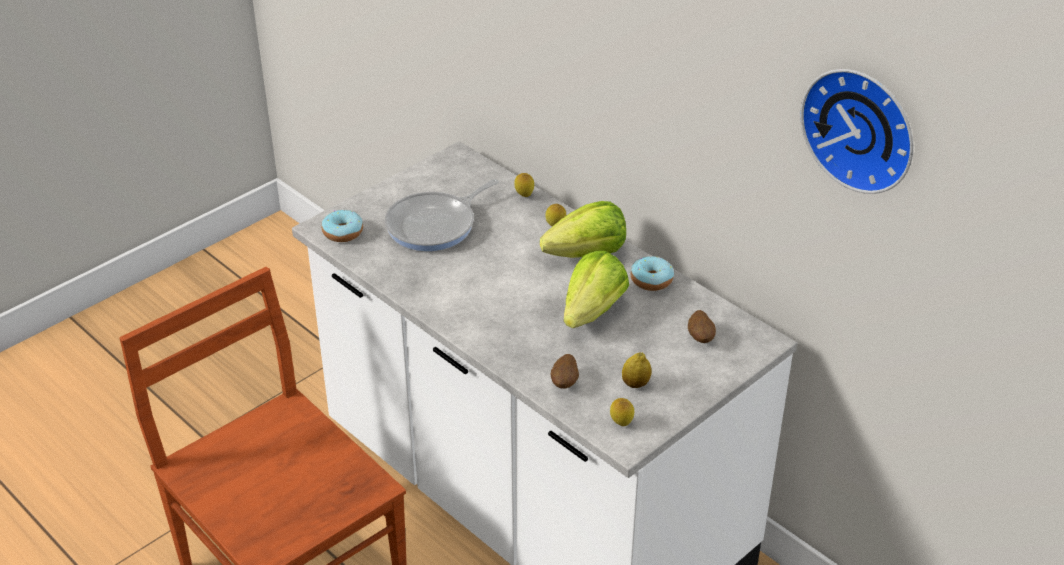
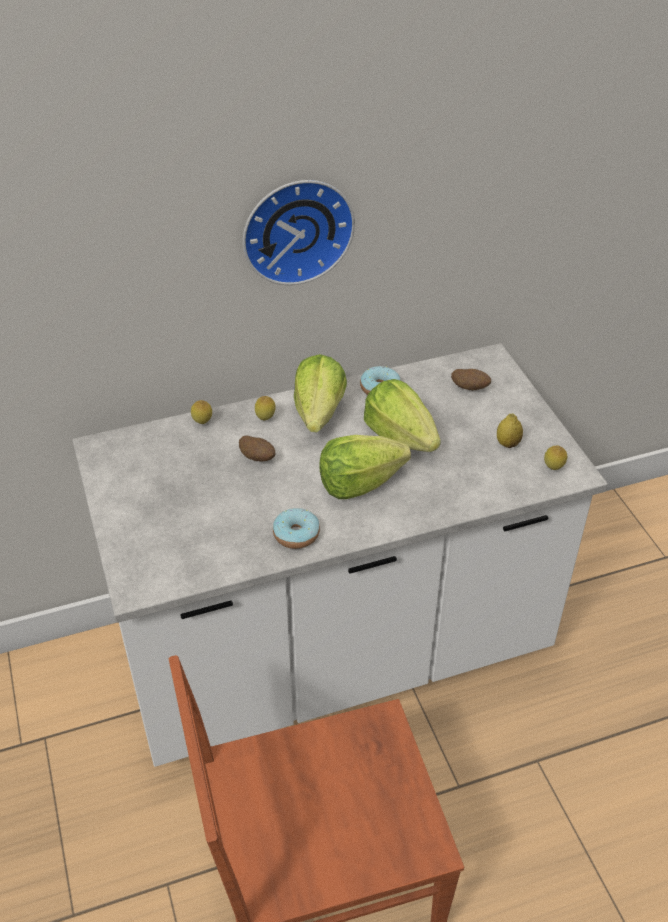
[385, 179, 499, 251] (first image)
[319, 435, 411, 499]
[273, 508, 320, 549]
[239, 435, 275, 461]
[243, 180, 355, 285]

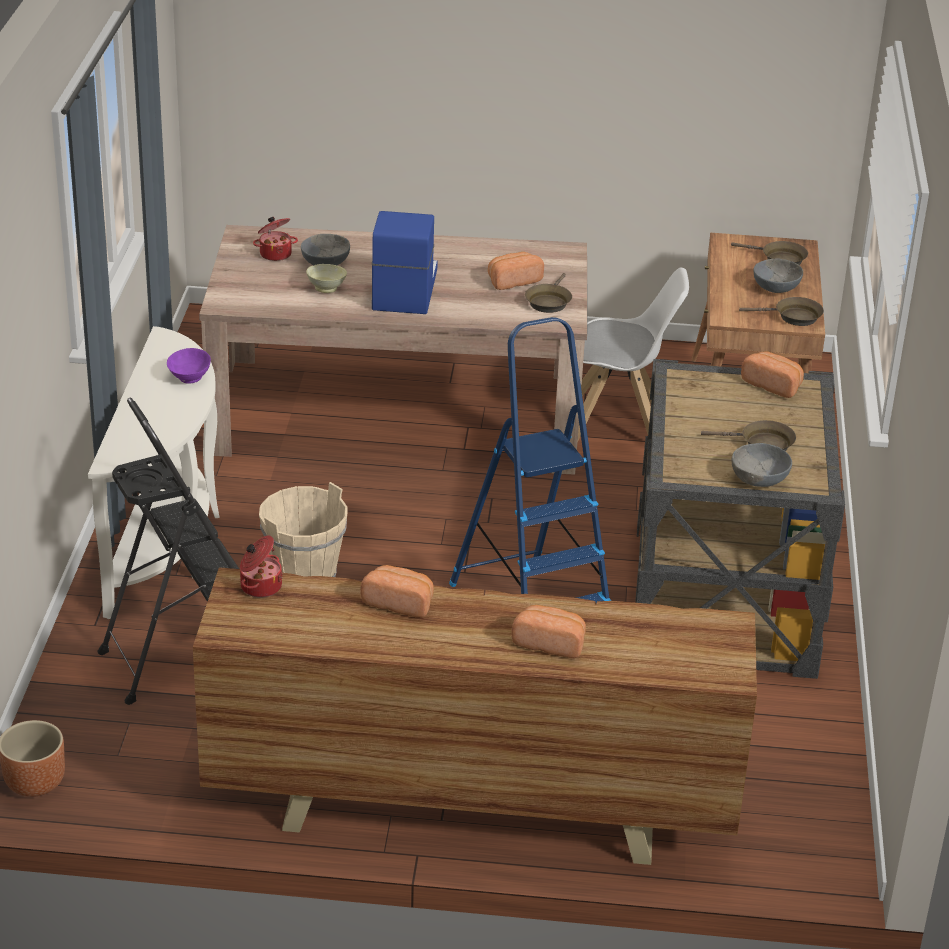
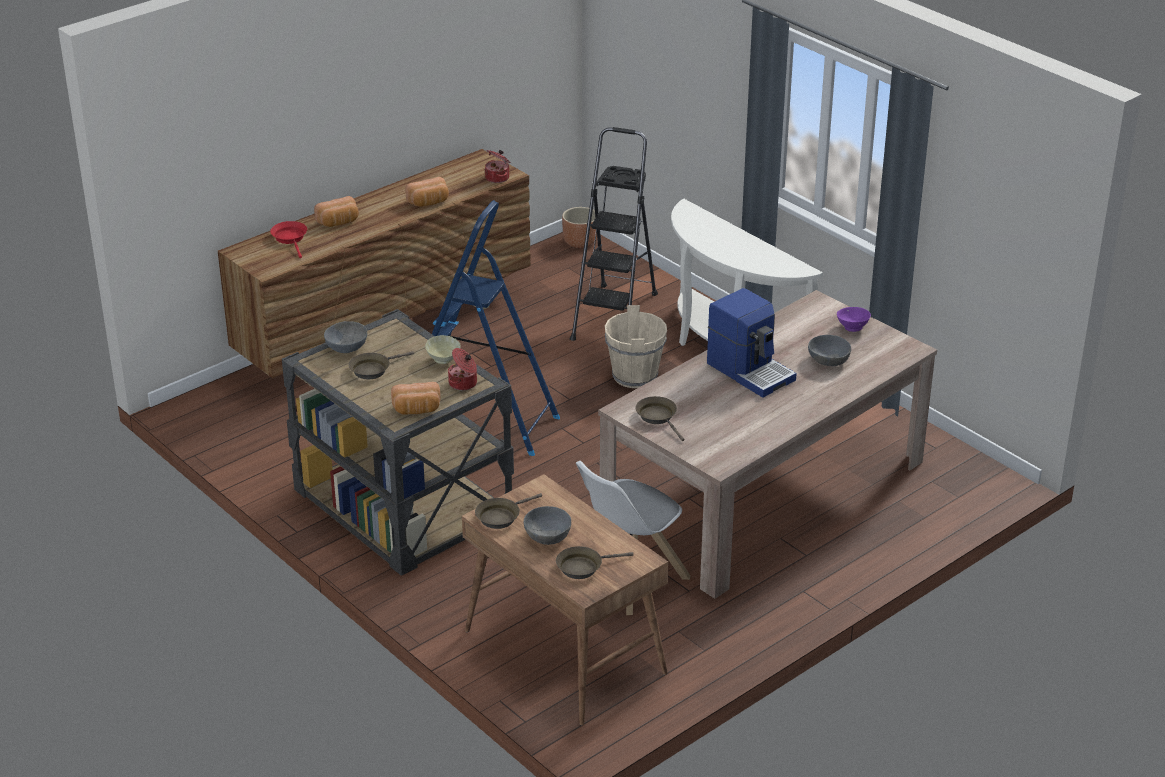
[488, 252, 544, 290] (first image)
[270, 221, 307, 258]
[837, 307, 871, 332]
[448, 348, 477, 390]
[425, 335, 461, 364]

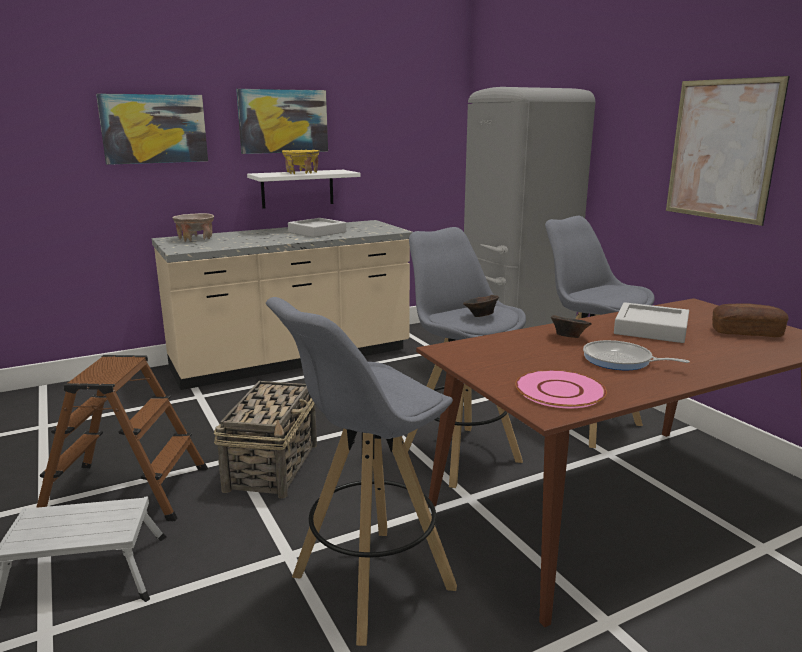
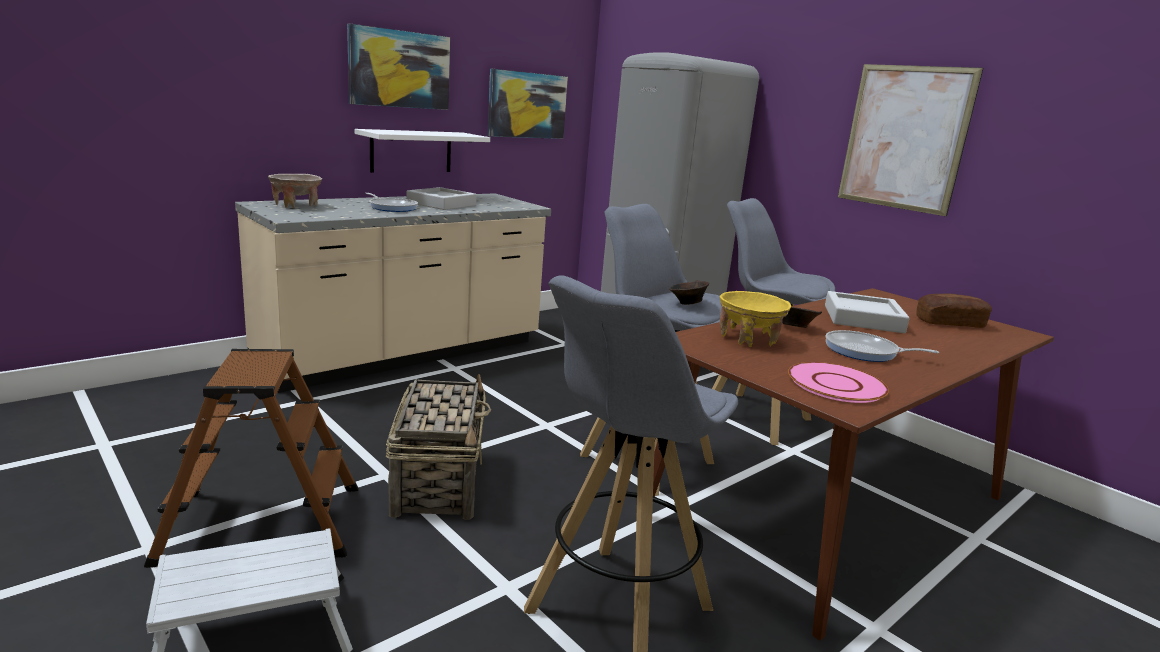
[365, 193, 418, 212]
[487, 69, 568, 139]
[720, 291, 792, 347]

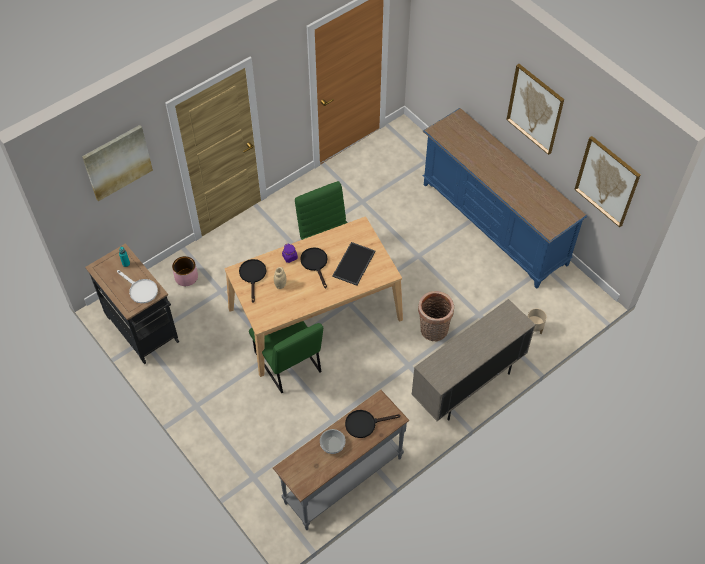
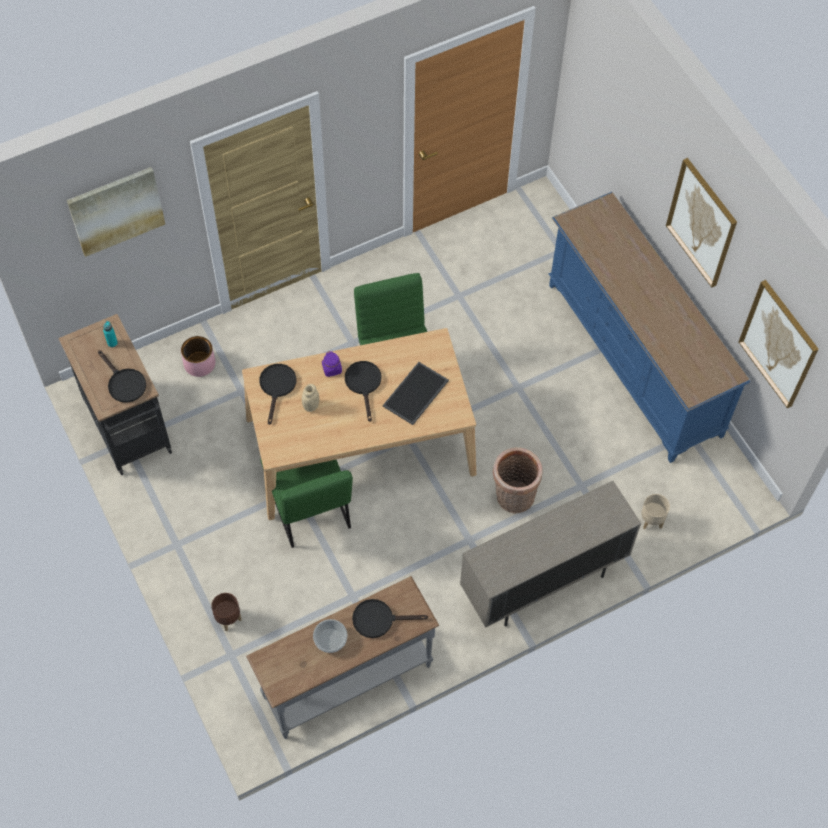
[211, 593, 242, 631]
[98, 350, 146, 403]

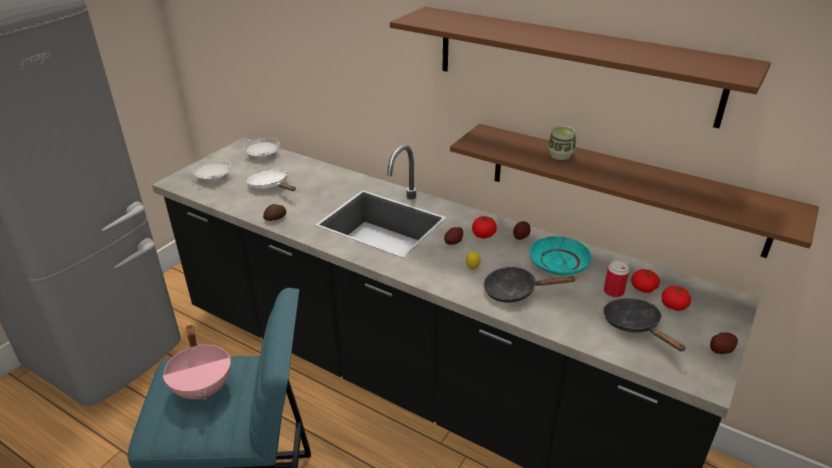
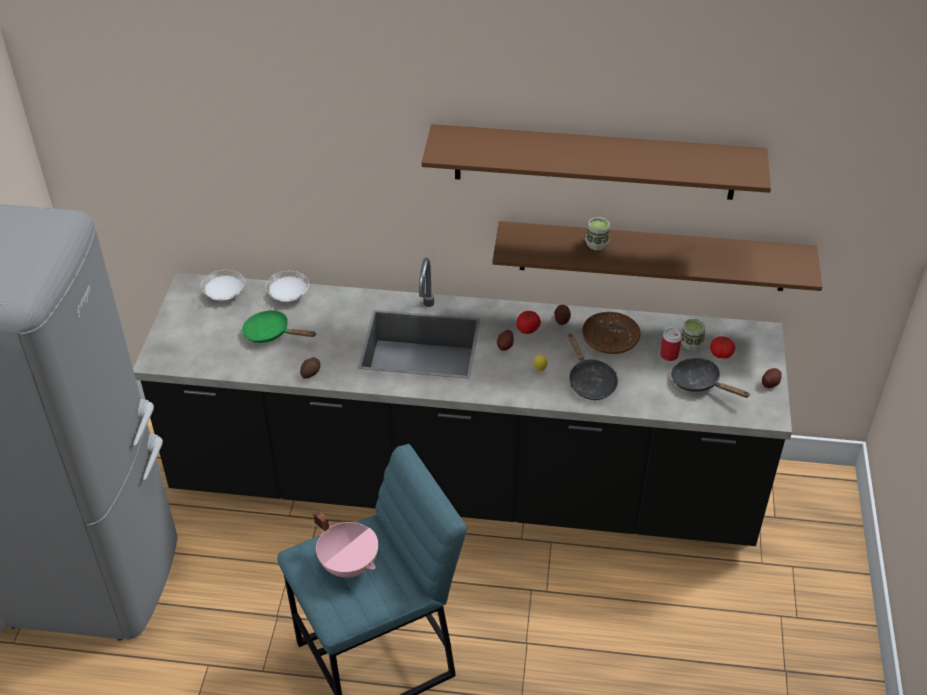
[265, 271, 309, 302]
[681, 319, 705, 350]
[242, 310, 316, 343]
[582, 312, 641, 354]
[568, 333, 618, 400]

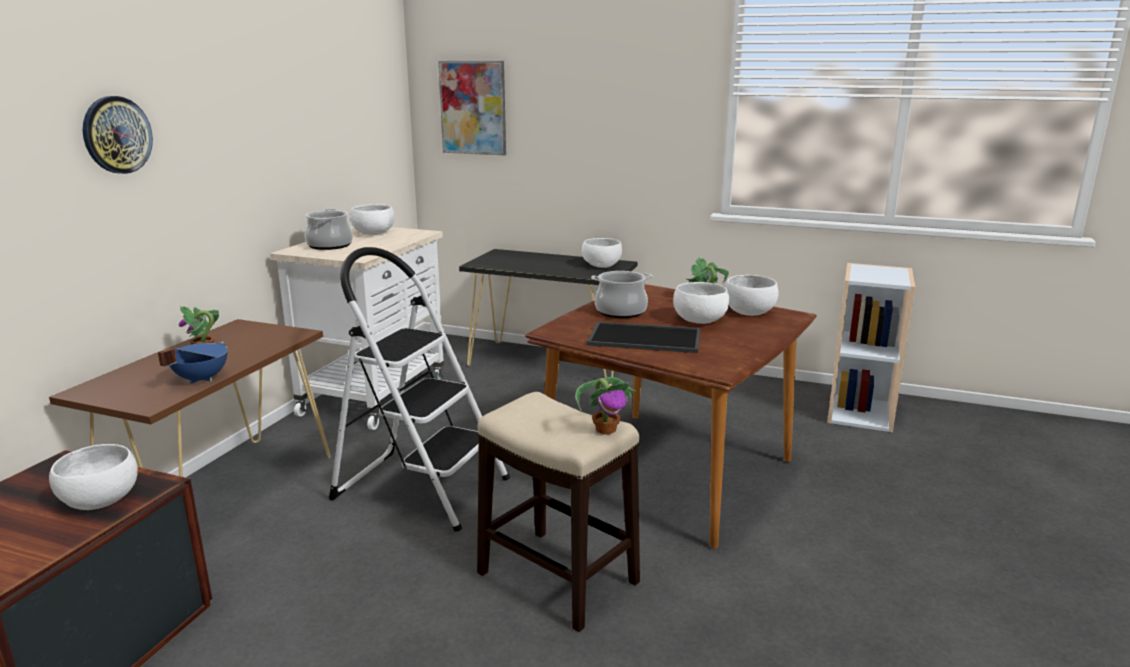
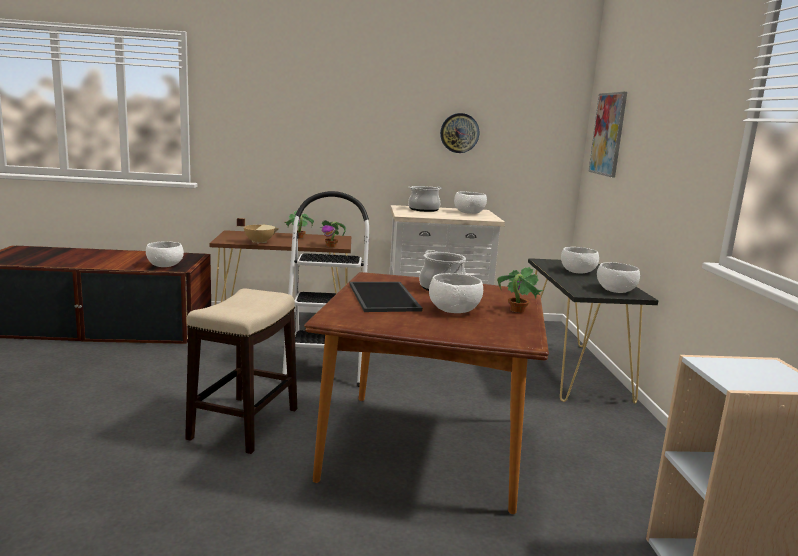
[440, 113, 479, 153]
[319, 220, 346, 247]
[561, 247, 599, 274]
[237, 218, 279, 244]

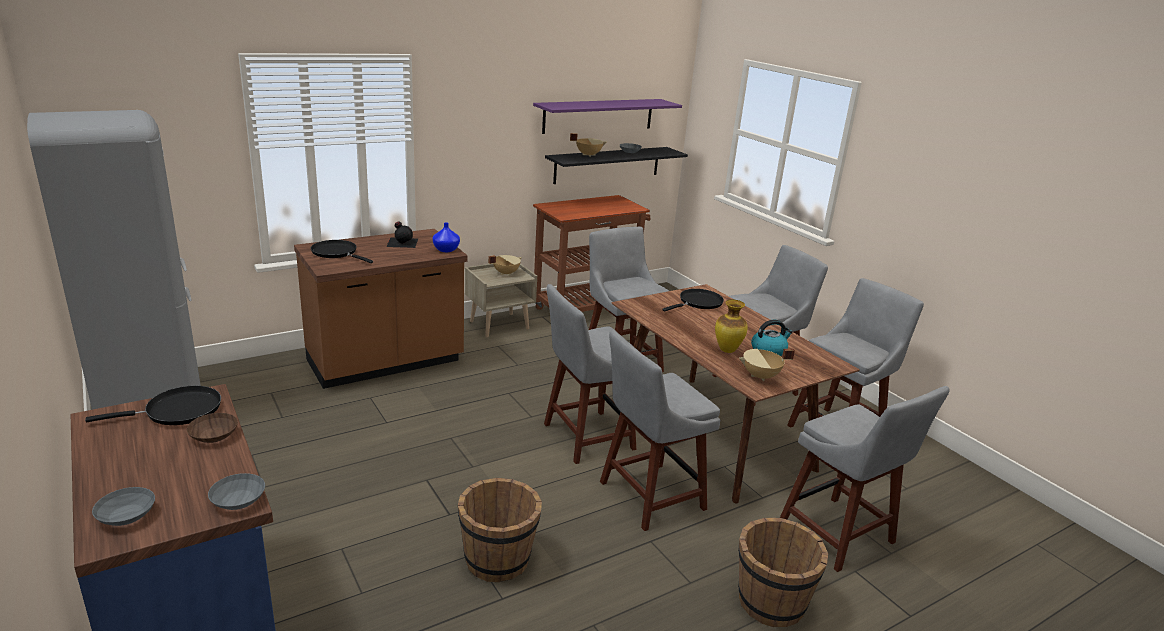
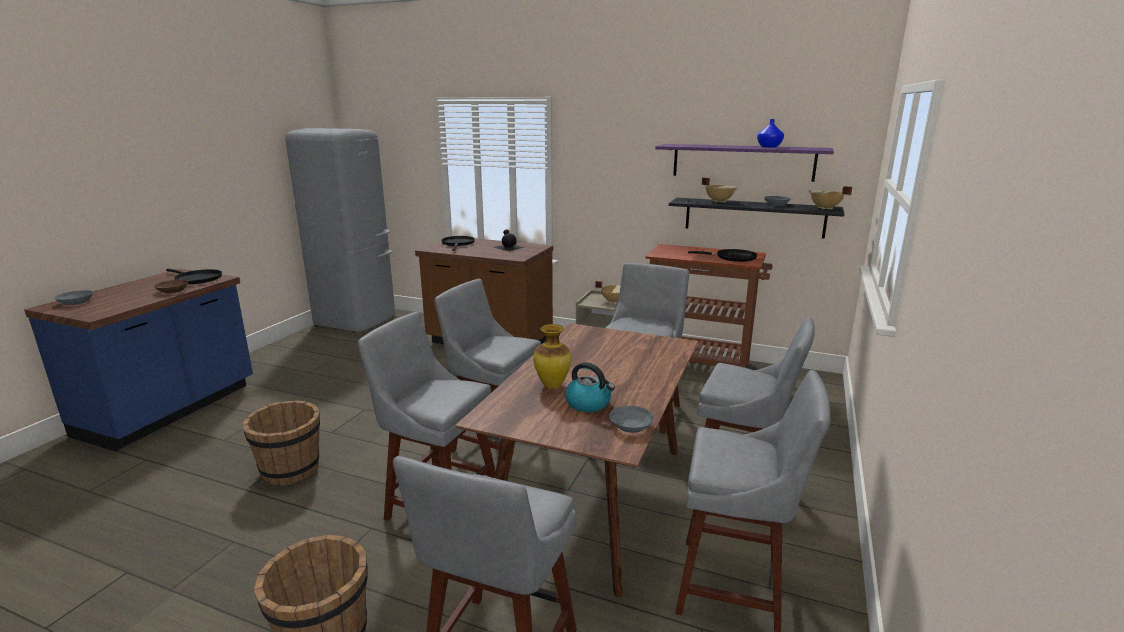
[609, 406, 654, 433]
[757, 119, 784, 148]
[688, 249, 757, 262]
[809, 186, 852, 209]

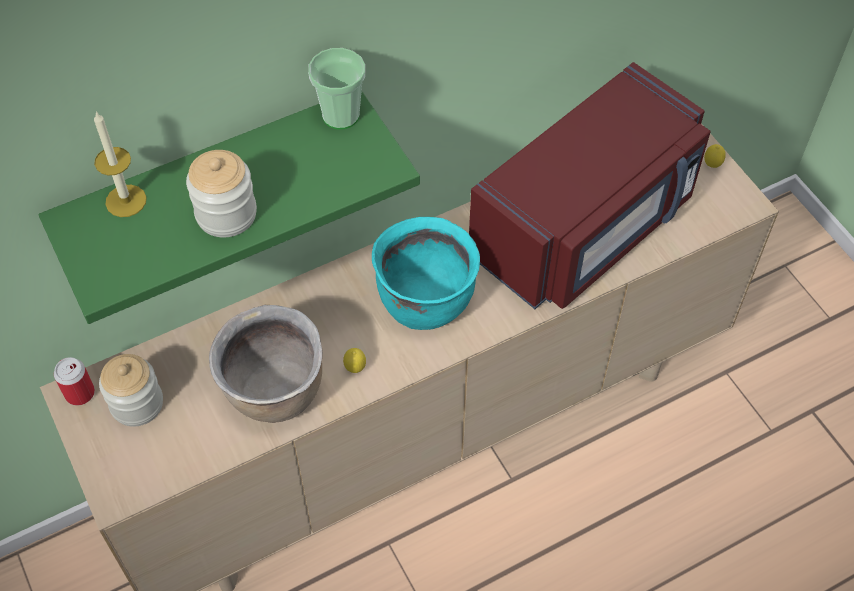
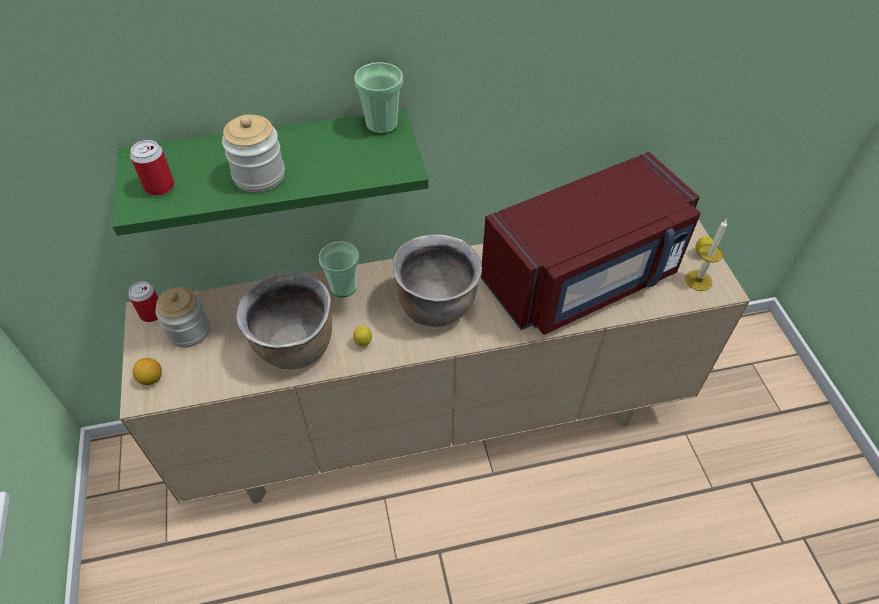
[130, 140, 175, 196]
[132, 358, 162, 385]
[319, 241, 359, 297]
[685, 220, 727, 291]
[393, 235, 482, 327]

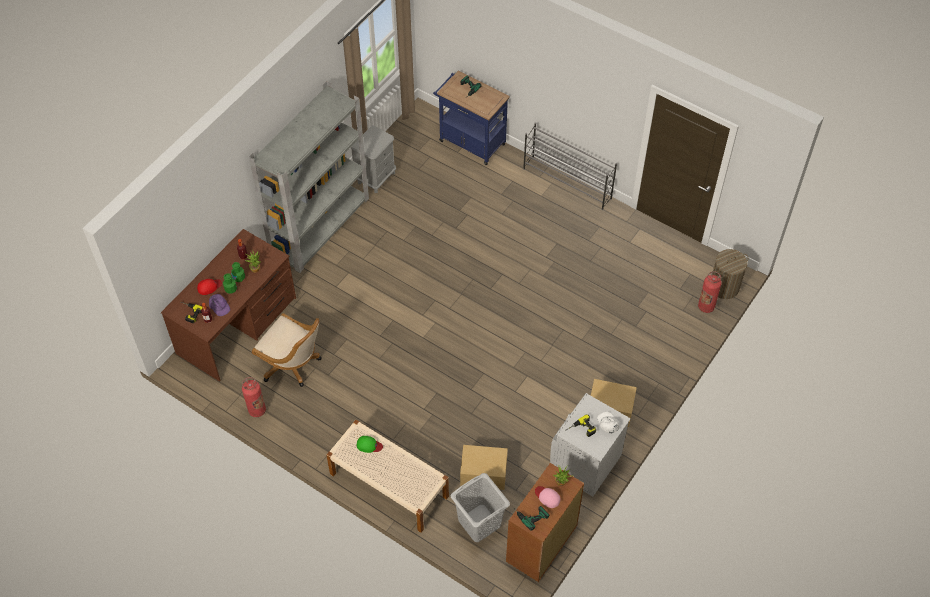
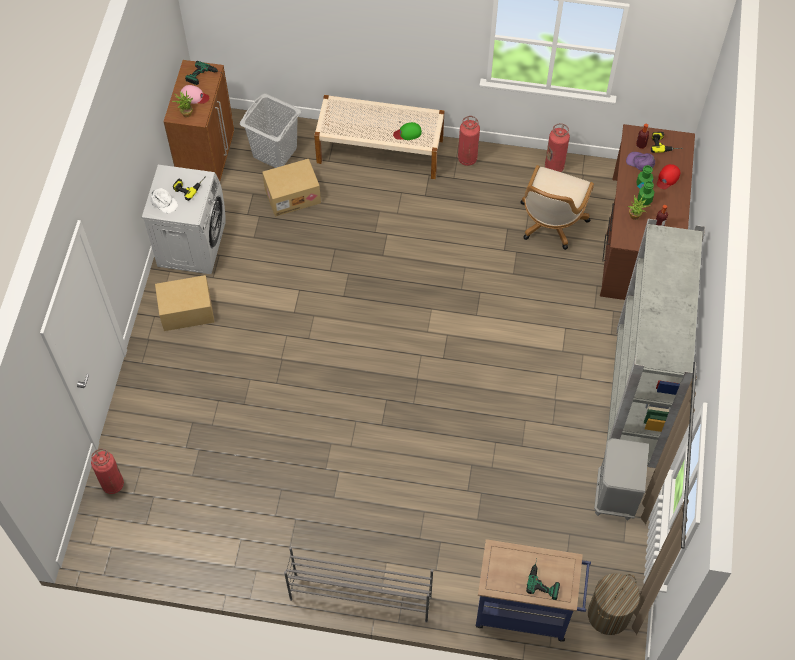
[458, 116, 480, 166]
[588, 573, 640, 635]
[520, 165, 594, 250]

